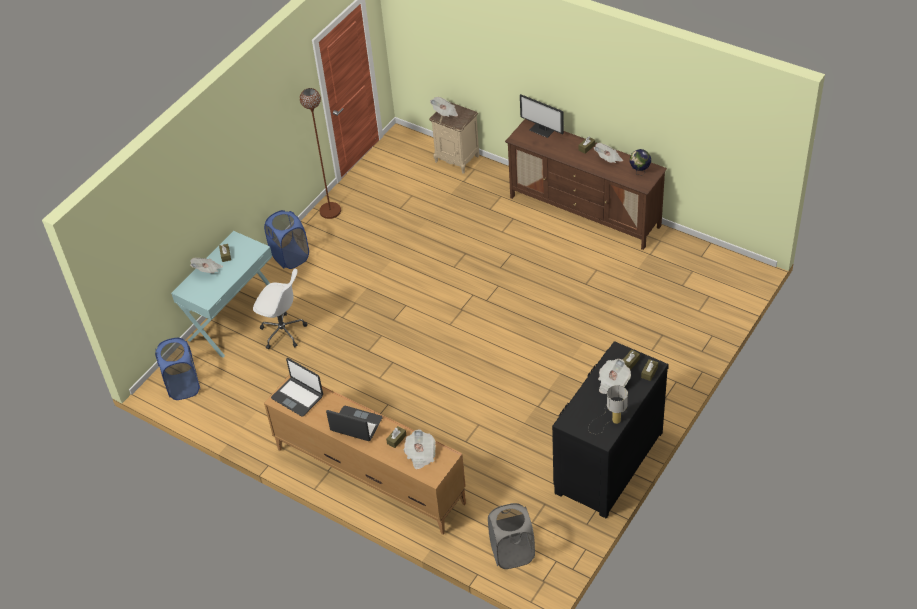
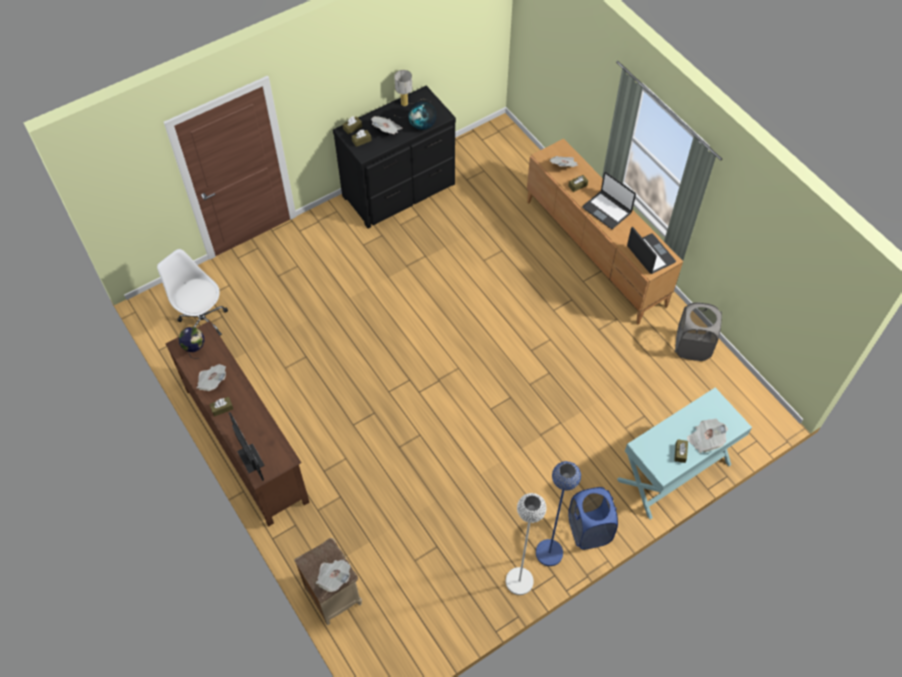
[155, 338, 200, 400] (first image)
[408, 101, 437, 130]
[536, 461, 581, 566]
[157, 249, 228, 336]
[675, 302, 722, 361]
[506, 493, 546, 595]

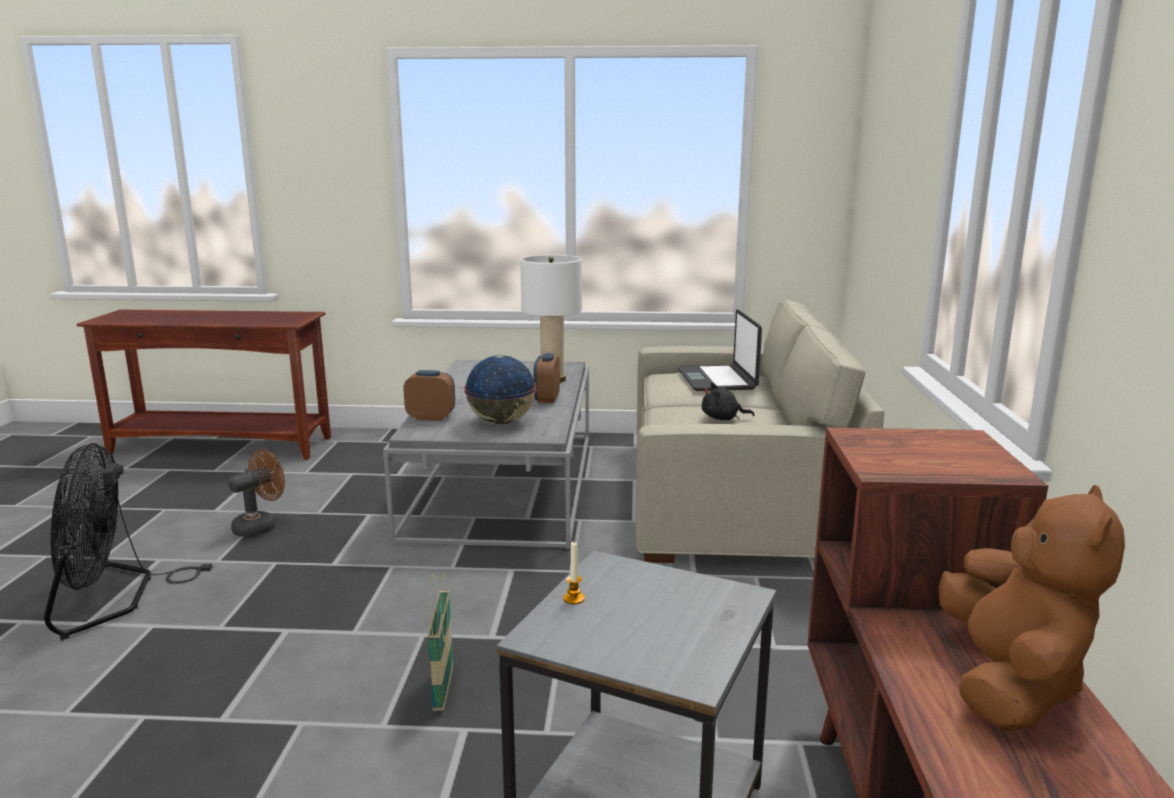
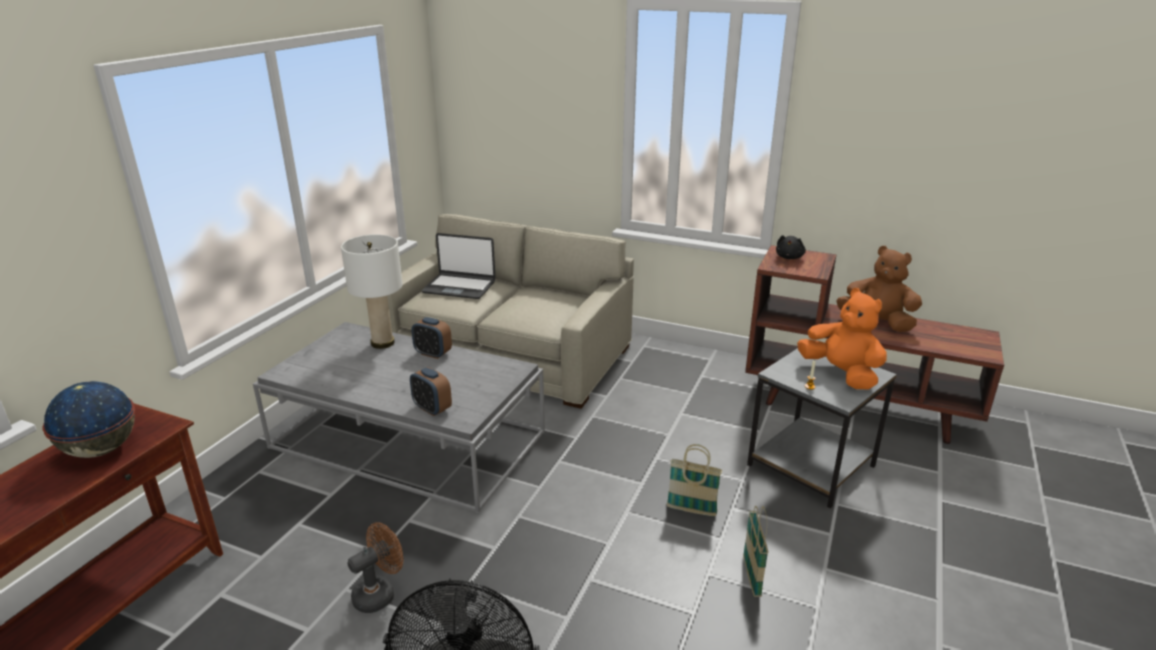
[743, 506, 768, 597]
[797, 288, 887, 389]
[43, 381, 135, 458]
[776, 235, 806, 259]
[348, 522, 403, 613]
[410, 367, 452, 416]

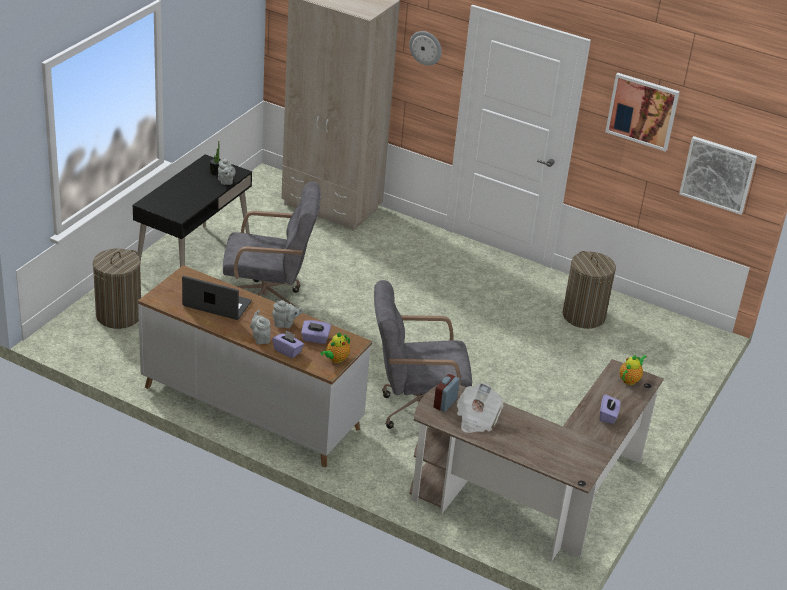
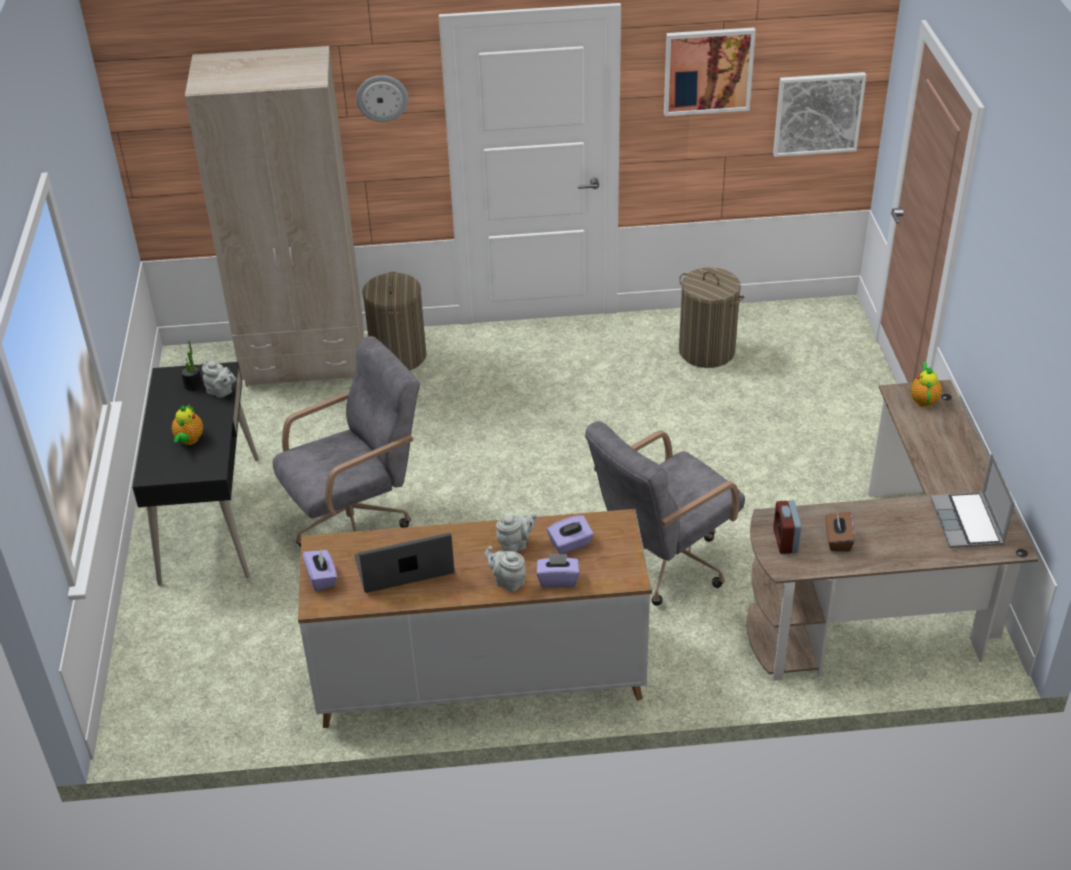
[930, 453, 1015, 548]
[362, 272, 426, 370]
[172, 404, 203, 445]
[302, 550, 337, 591]
[826, 512, 855, 552]

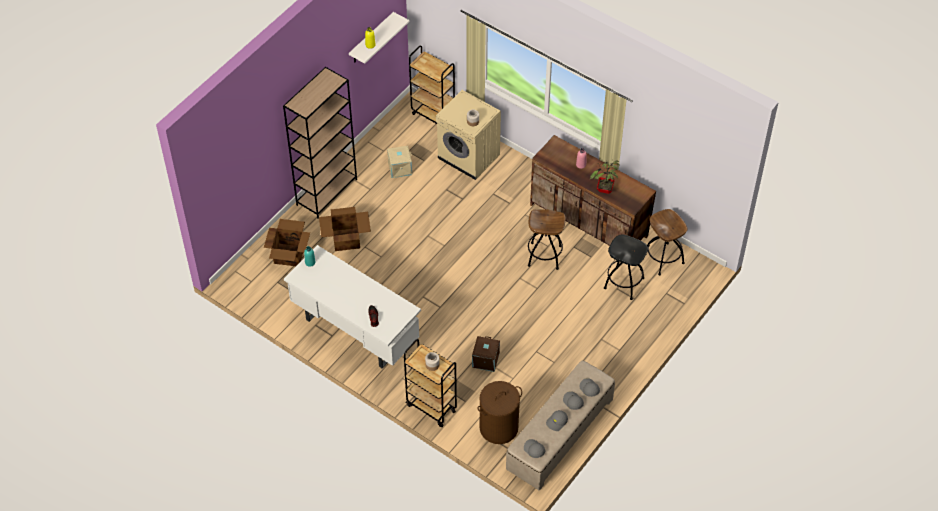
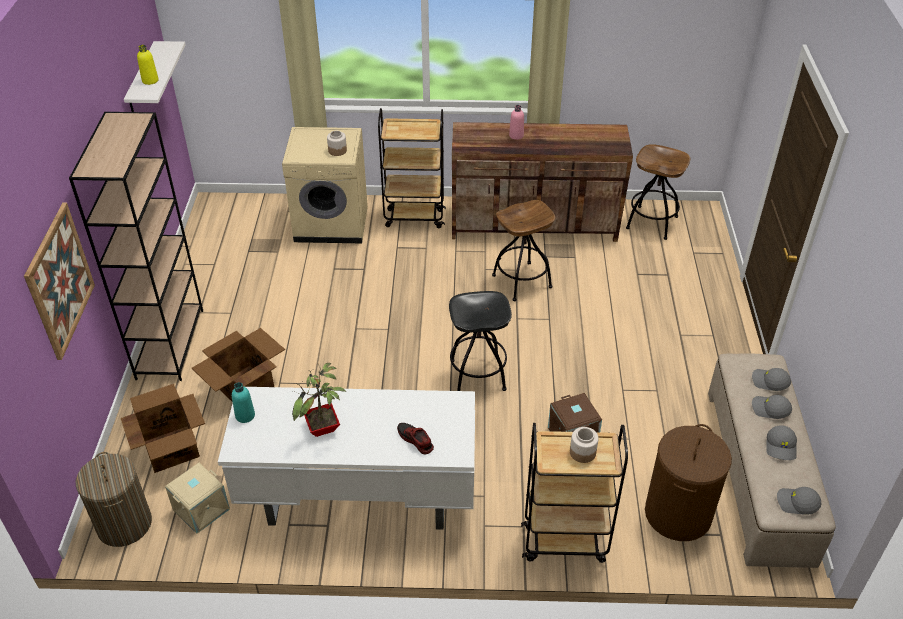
[24, 202, 95, 360]
[76, 452, 152, 547]
[165, 463, 230, 534]
[378, 108, 446, 228]
[292, 363, 346, 437]
[449, 291, 512, 391]

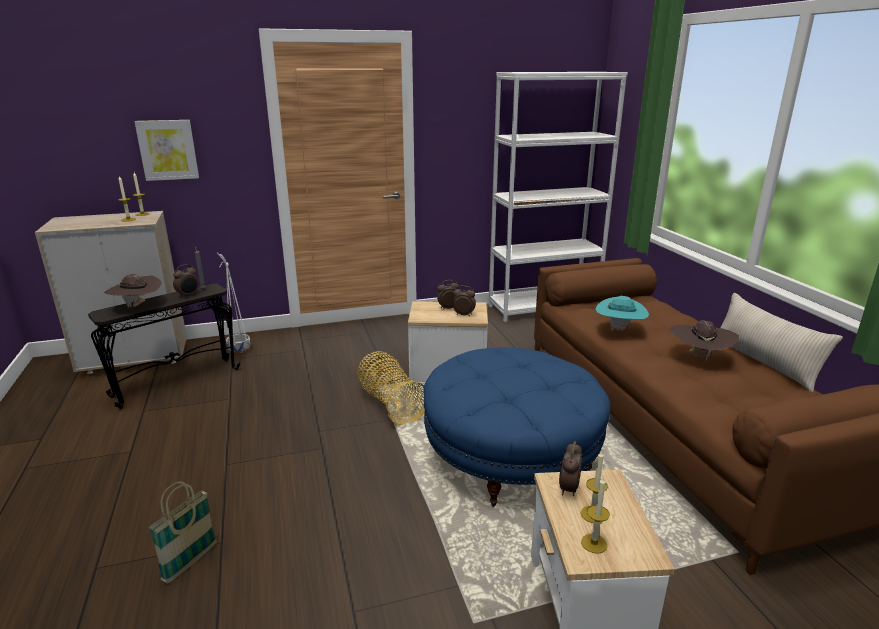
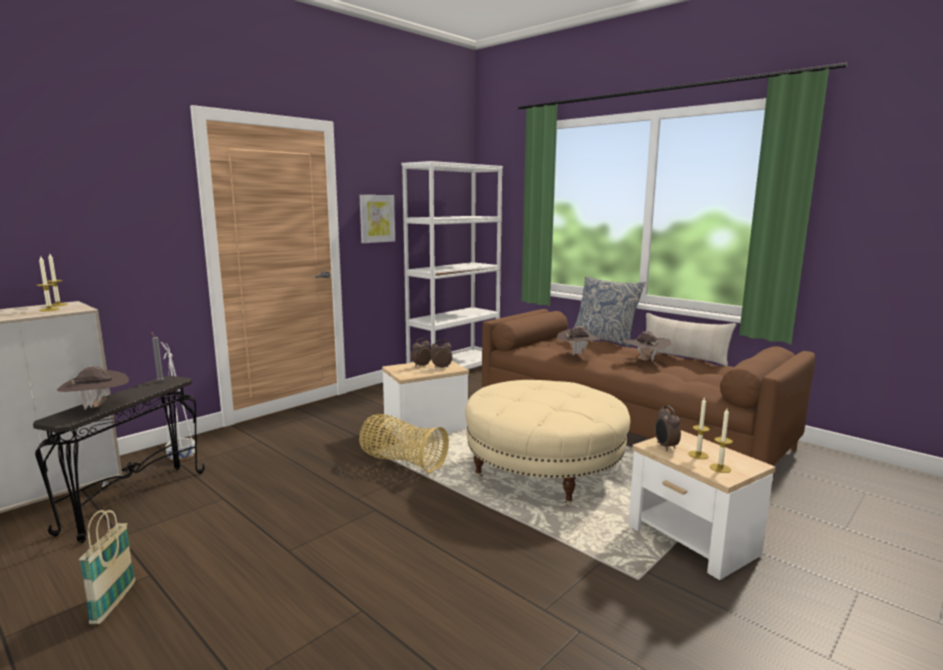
[173, 265, 199, 298] (first image)
[574, 276, 646, 347]
[360, 195, 395, 243]
[79, 510, 135, 624]
[465, 380, 630, 505]
[557, 326, 600, 356]

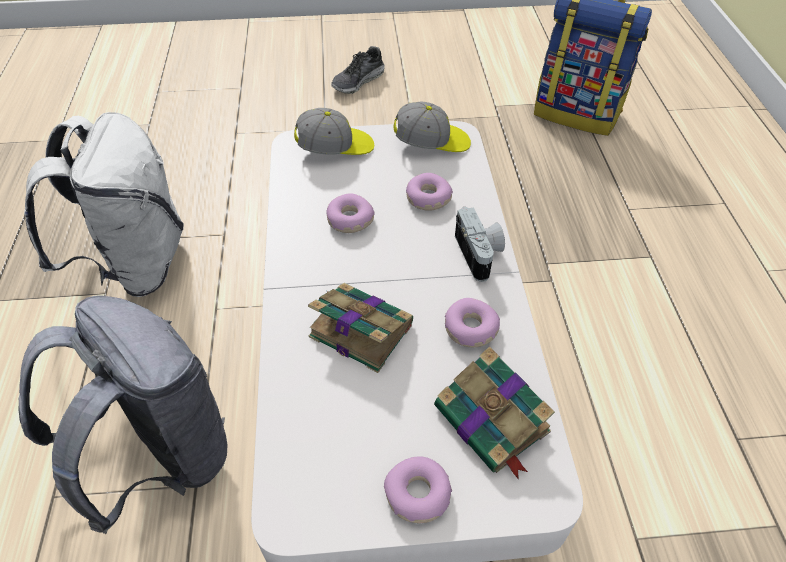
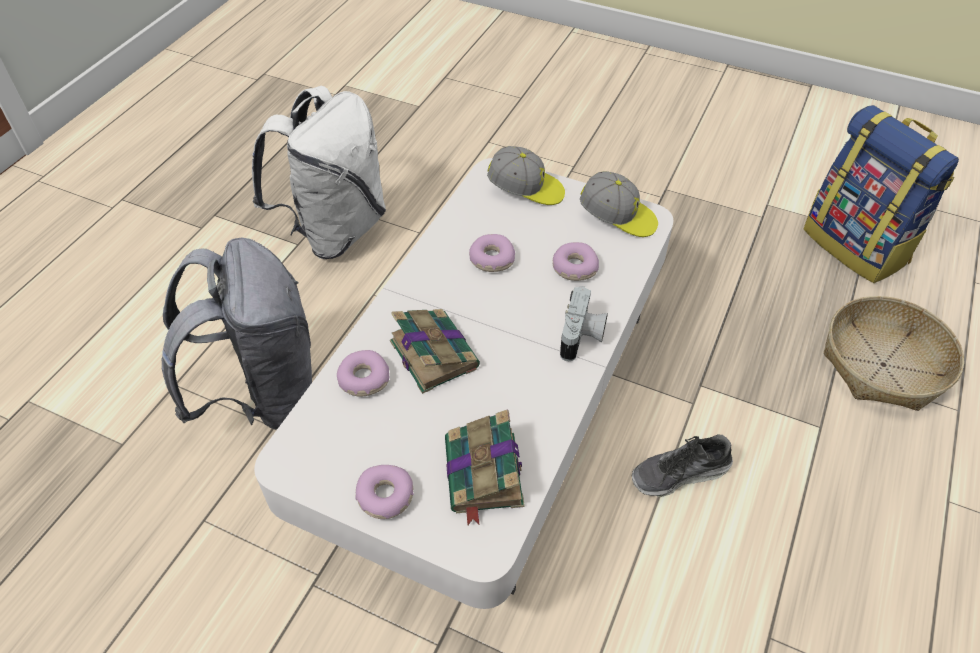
[824, 296, 964, 411]
[632, 434, 733, 497]
[337, 350, 390, 397]

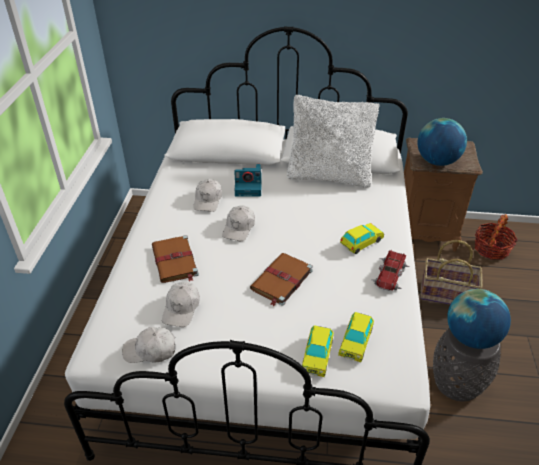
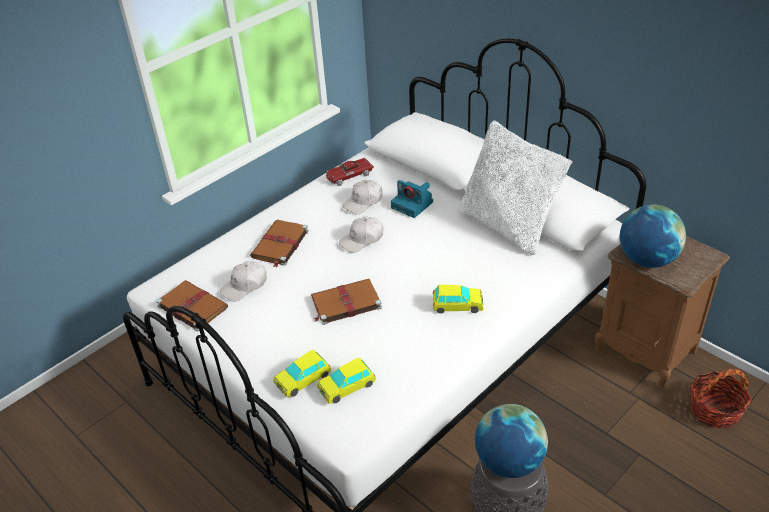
[420, 240, 483, 305] (first image)
[326, 158, 374, 186]
[156, 280, 228, 332]

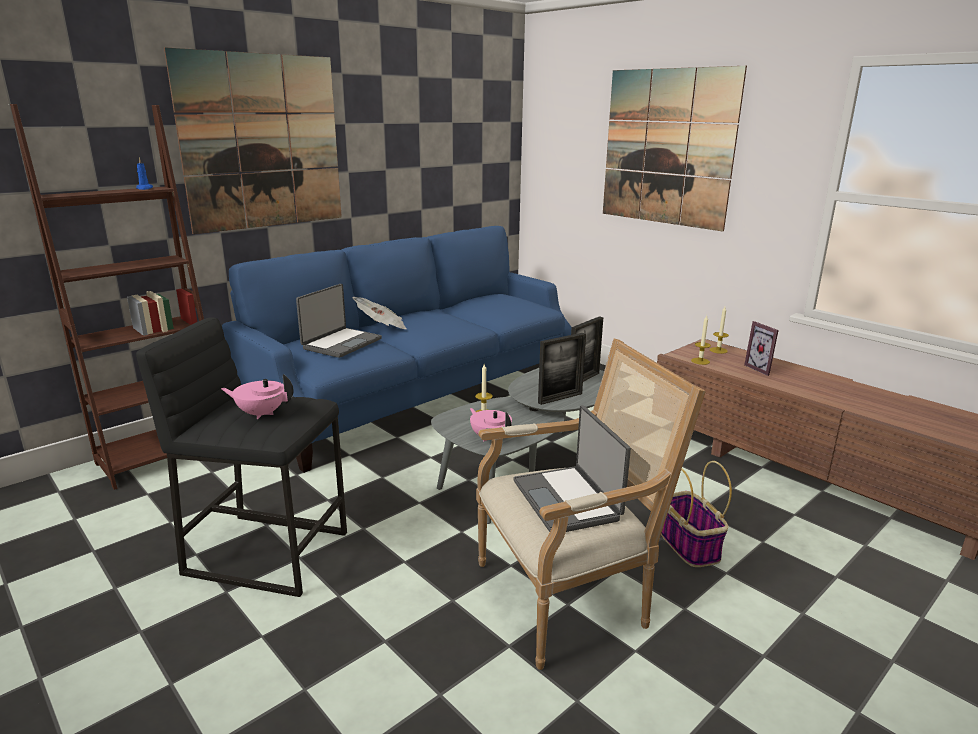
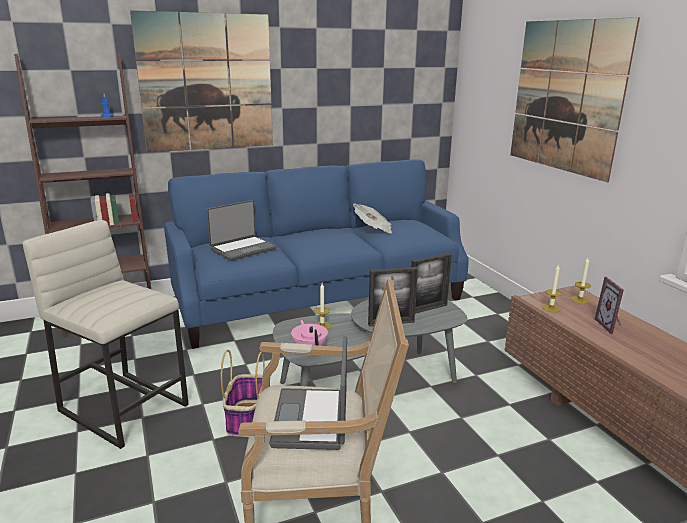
[221, 374, 294, 419] (first image)
[353, 204, 392, 233]
[221, 350, 265, 437]
[23, 220, 189, 449]

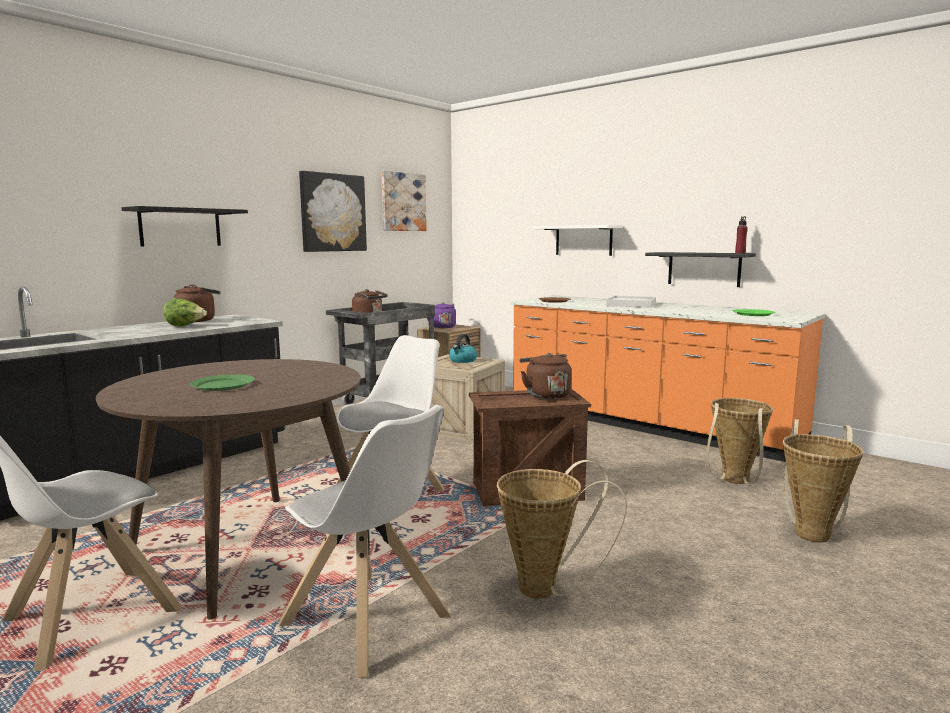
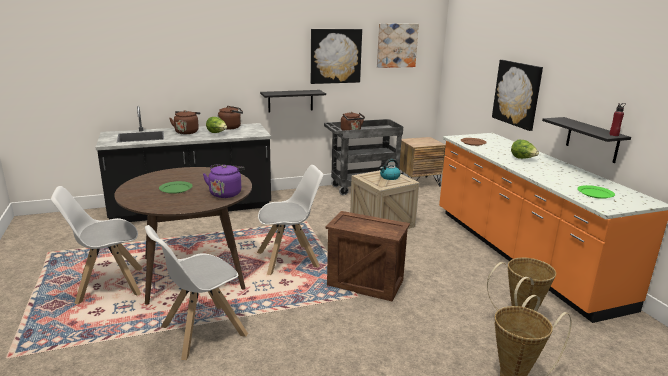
[497, 460, 627, 599] (first image)
[260, 90, 326, 112]
[203, 164, 245, 198]
[170, 110, 200, 134]
[492, 60, 543, 131]
[511, 140, 539, 159]
[145, 225, 248, 360]

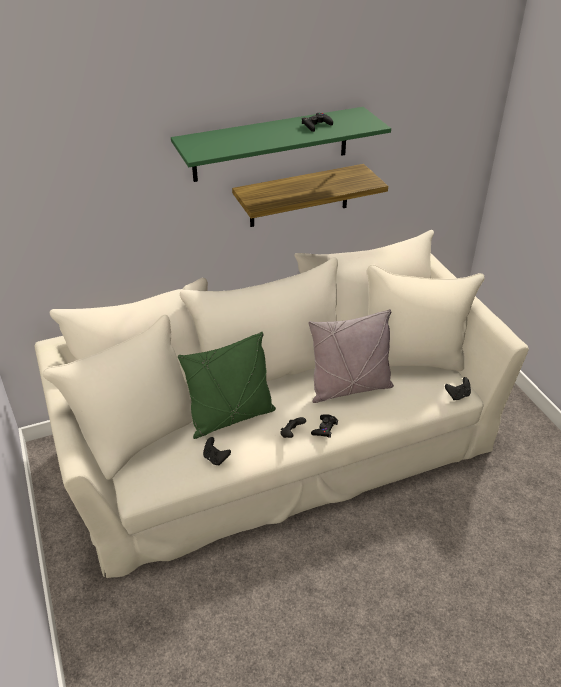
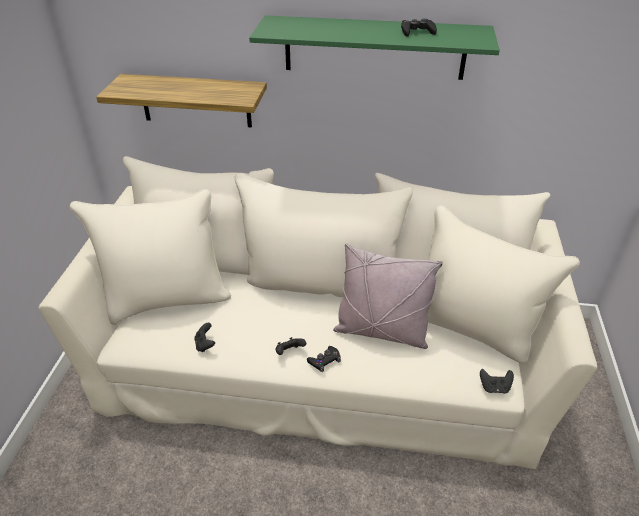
[178, 332, 276, 439] (first image)
[96, 74, 267, 128]

